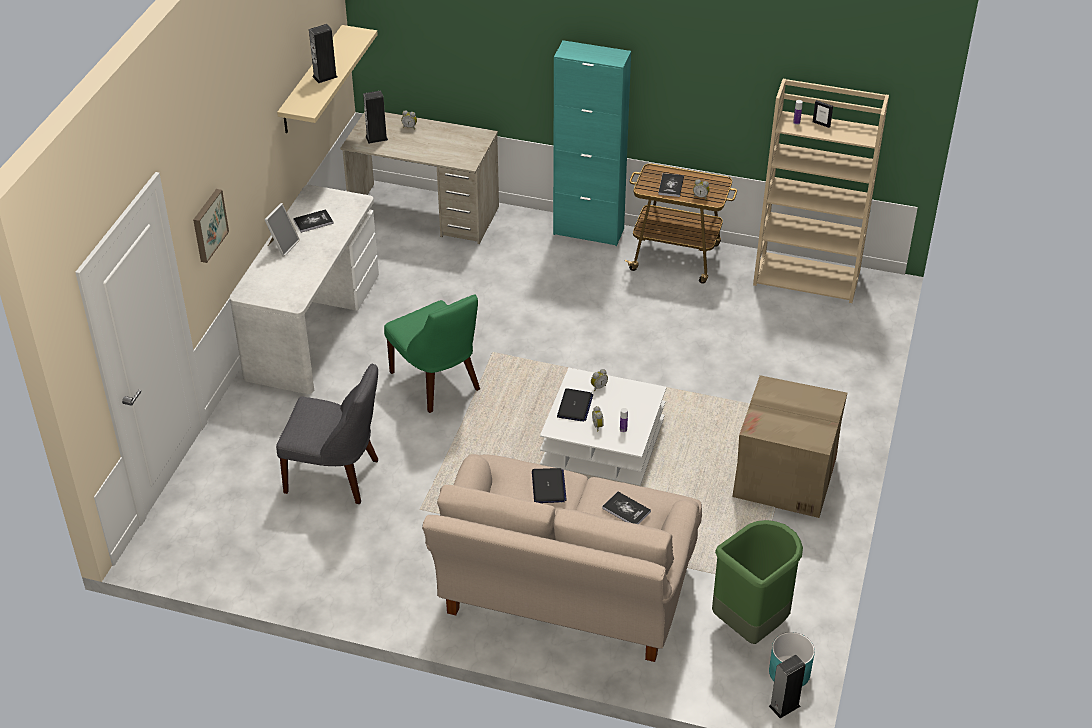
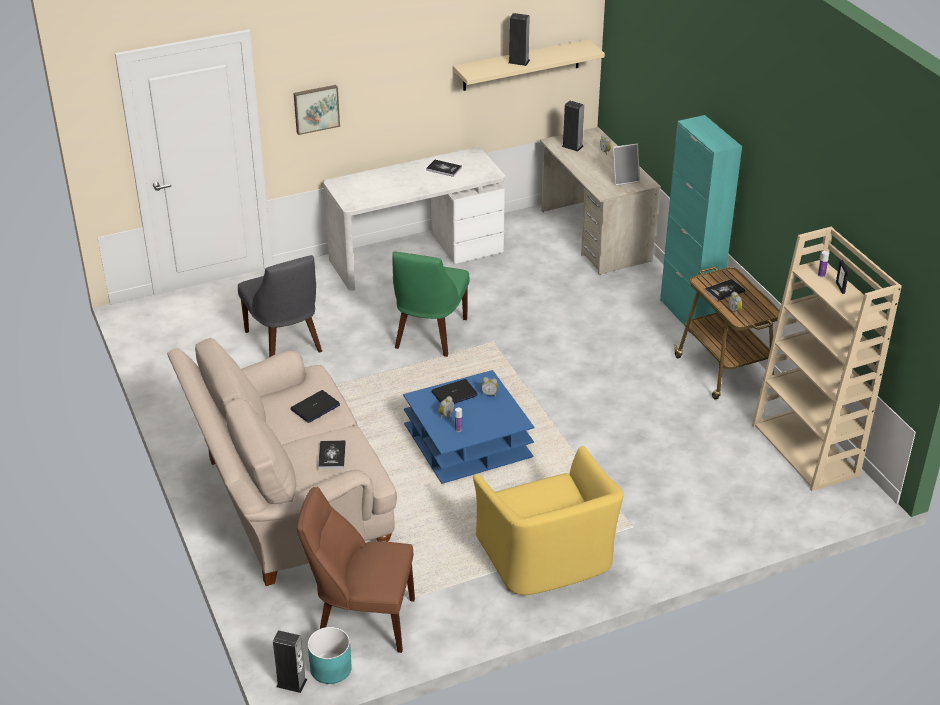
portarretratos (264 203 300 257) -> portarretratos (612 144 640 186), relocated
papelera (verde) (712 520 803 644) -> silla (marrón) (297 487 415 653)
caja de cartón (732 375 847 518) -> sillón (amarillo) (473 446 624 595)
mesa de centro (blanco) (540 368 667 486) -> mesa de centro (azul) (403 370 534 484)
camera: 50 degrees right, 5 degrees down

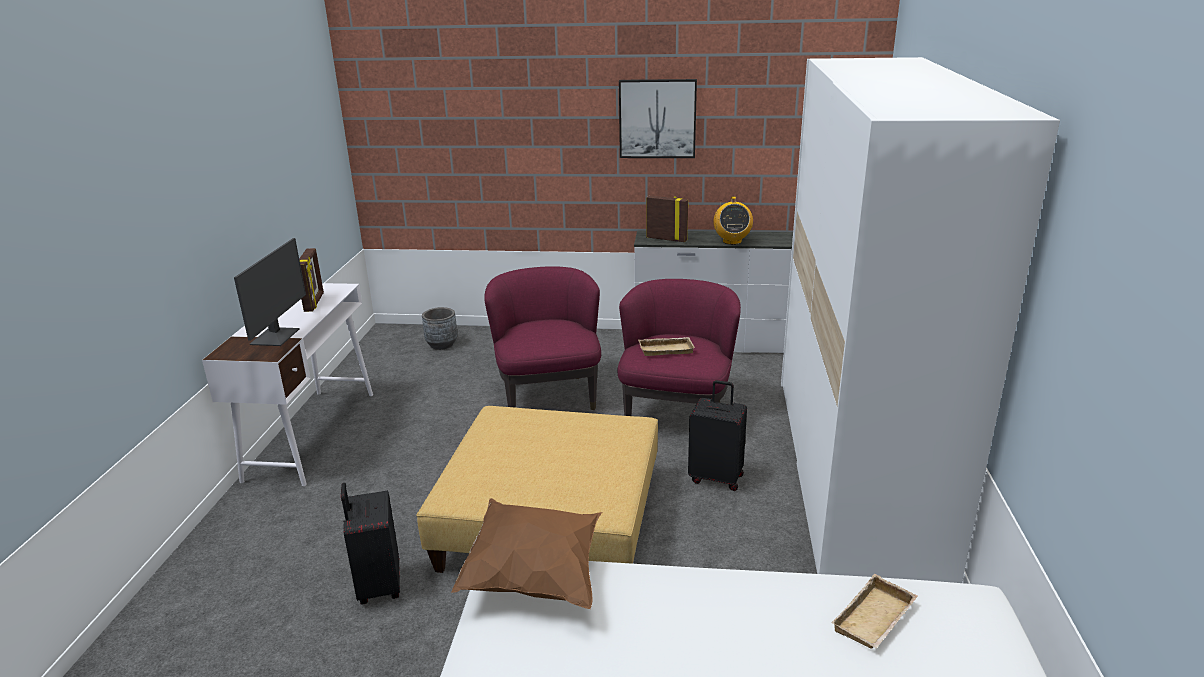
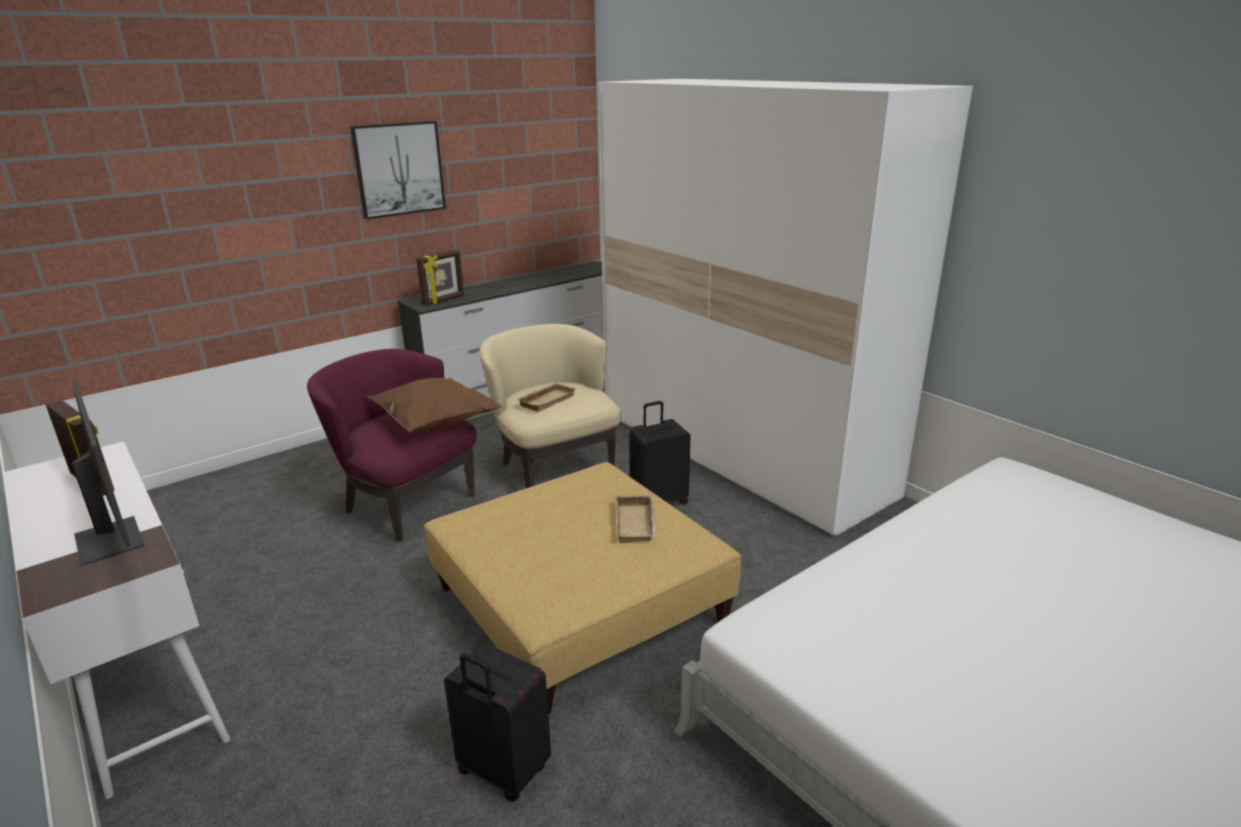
maceta (gris) (422 307 458 350) -> none
radio (713 197 753 245) -> none
cojín (marrón) (451 498 602 609) -> cojín (marrón) (367 378 502 432), relocated
bandeja (beis) (832 574 917 649) -> bandeja (beis) (615 495 657 543), relocated
sillón (morado) (617 279 741 416) -> sillón (beis) (480 324 621 488)
portarretratos (646 195 688 242) -> portarretratos (416 250 464 306), 150 degrees clockwise
camera: 45 degrees left, 0 degrees up

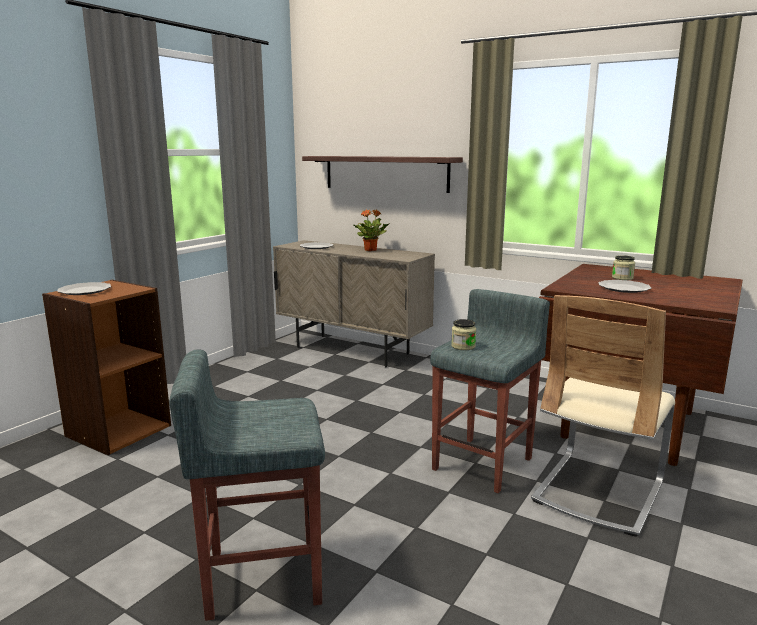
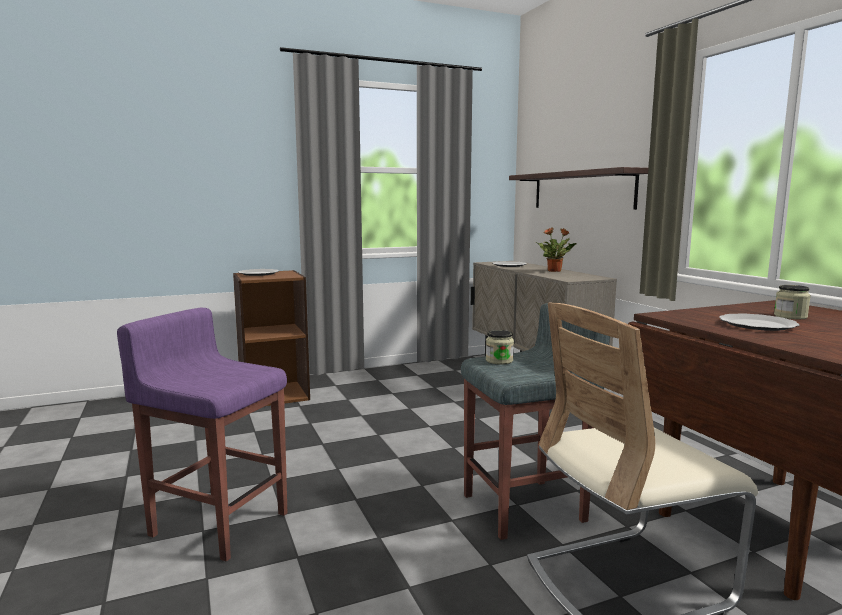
taburete (gris) (170 349 325 621) -> taburete (morado) (117 308 287 562)
camera: 35 degrees right, 5 degrees down

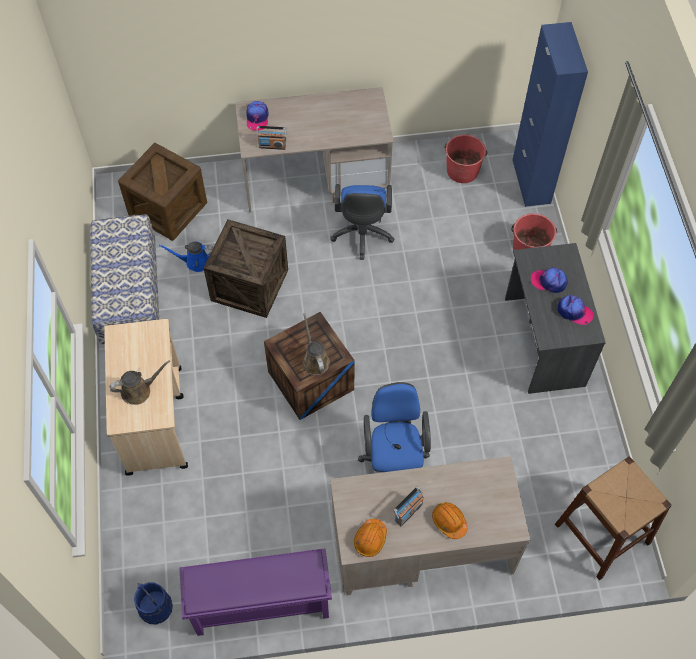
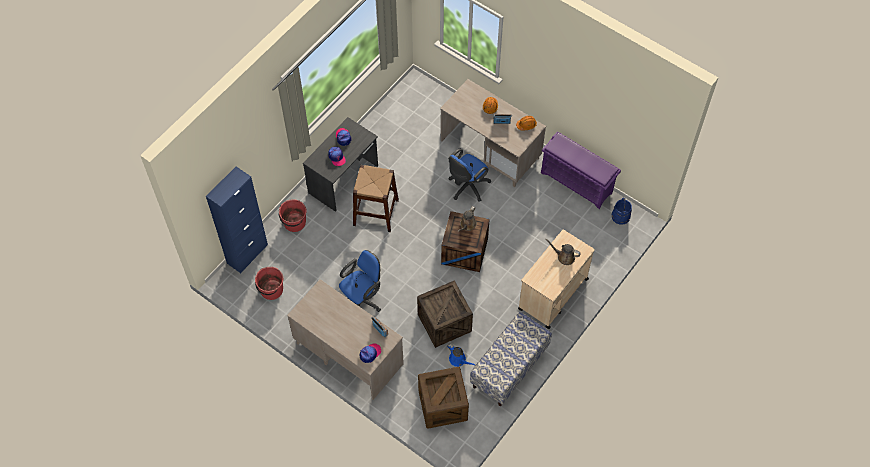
taburete (marrón) (555 456 672 580) -> taburete (marrón) (353 165 399 232), relocated
camera: 135 degrees left, 0 degrees up

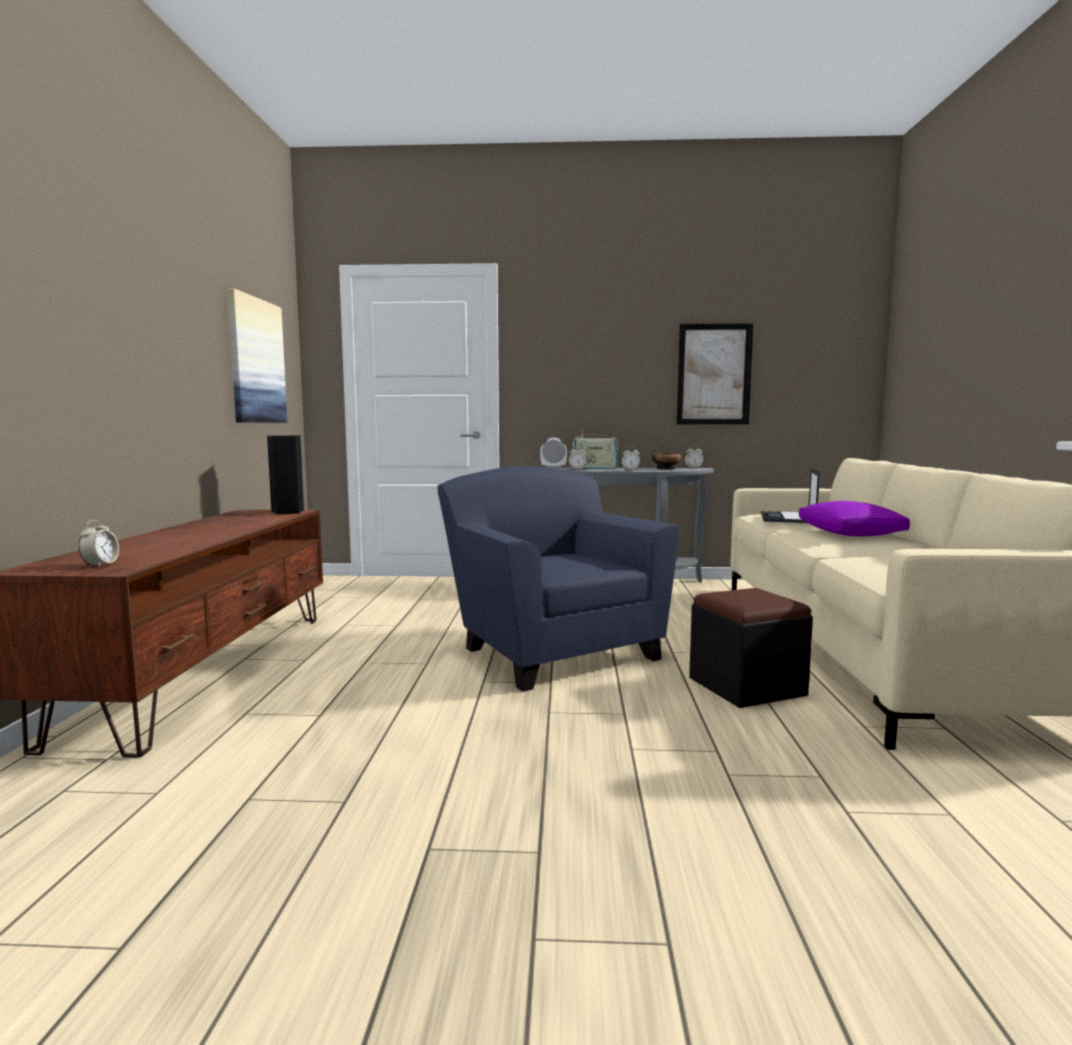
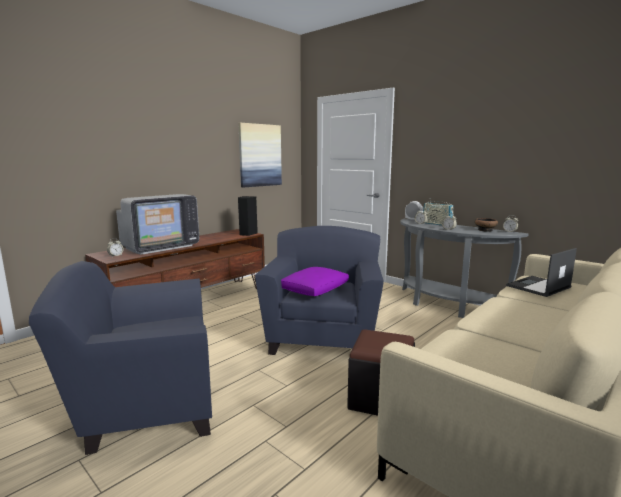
cuadro (677 323 754 424) -> none
none -> sillón (azul) (29 261 212 455)
none -> televisor (116 194 199 254)
cojín (morado) (799 501 910 536) -> cojín (morado) (281 267 349 296), relocated
camera: 40 degrees right, 5 degrees up

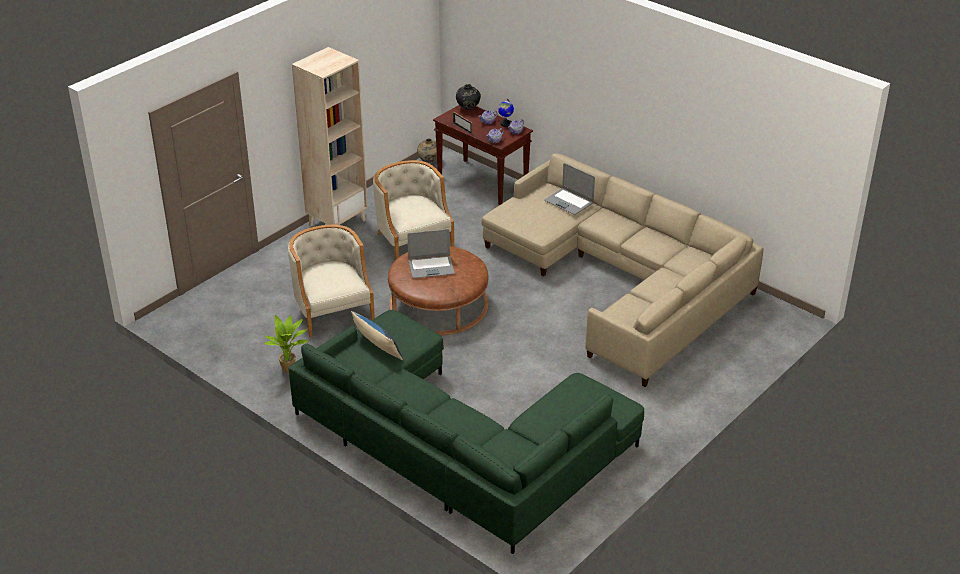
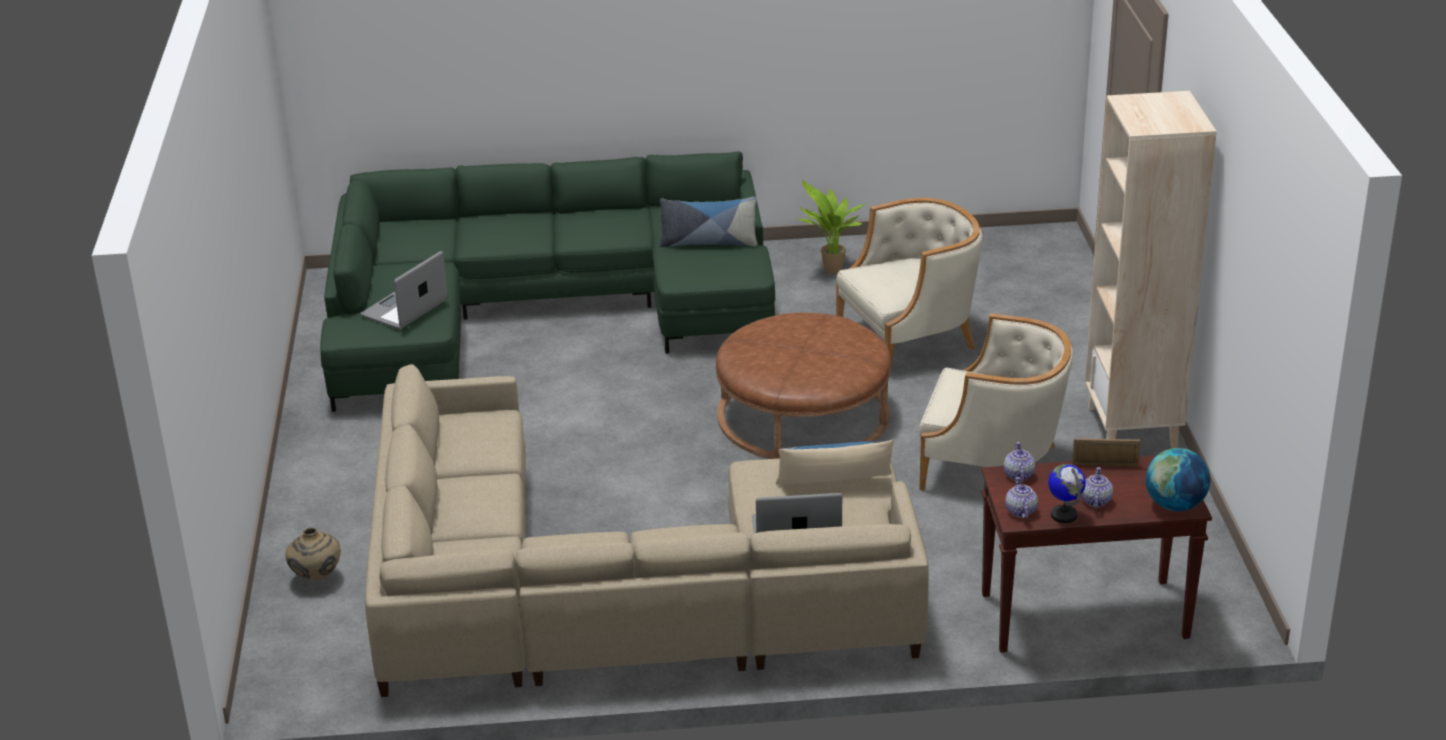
none -> cojín (776 439 894 485)
portátil (407 229 455 278) -> portátil (361 251 448 329), relocated
florero (beis) (417 139 437 163) -> florero (beis) (286 528 341 580), relocated
florero (negro) (456 84 481 110) -> globo terráqueo (1146 448 1210 511)
sillón (beis) (288 225 375 338) -> sillón (beis) (836 198 983 375), 45 degrees counterclockwise
camera: 135 degrees right, 5 degrees down

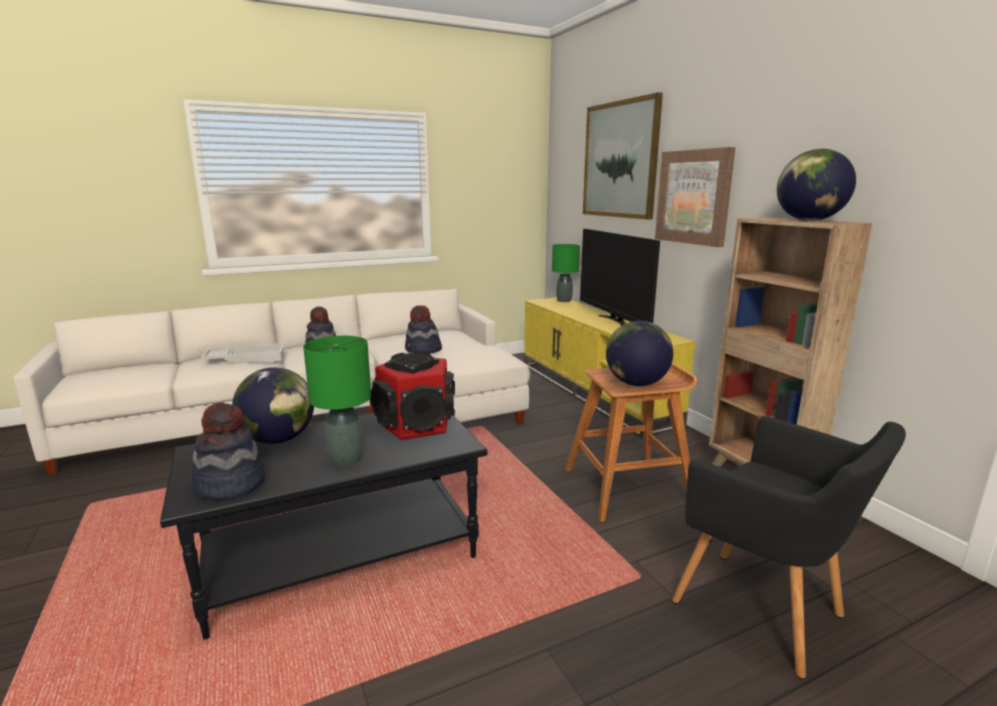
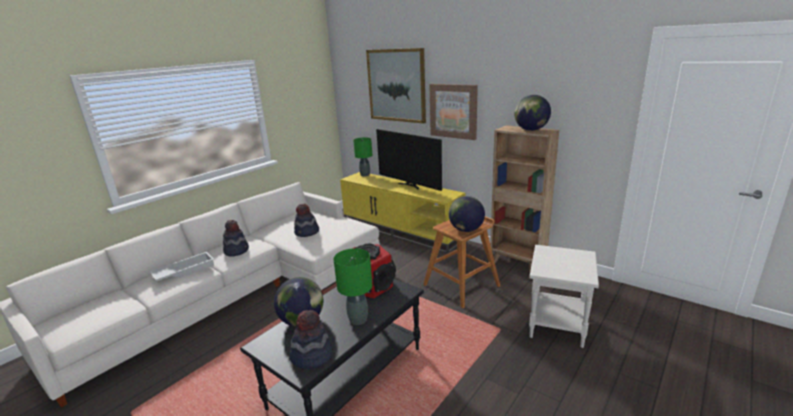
sillón (negro) (672 416 906 679) -> mesa auxiliar (blanco) (529 245 599 348)
camera: 25 degrees left, 5 degrees up

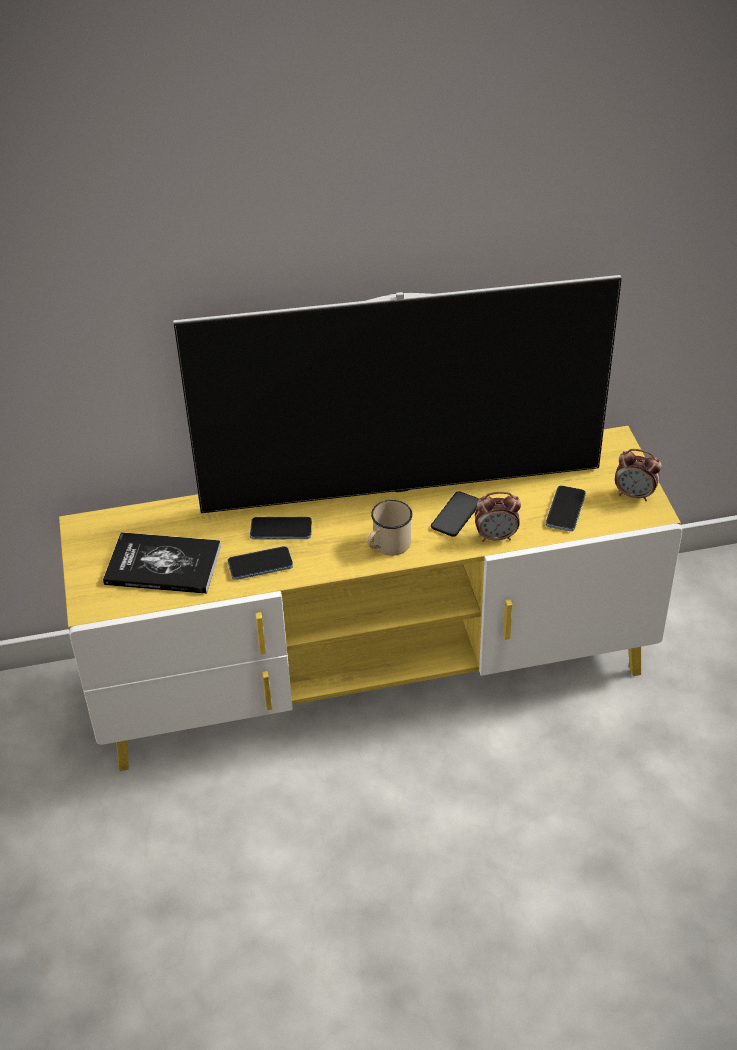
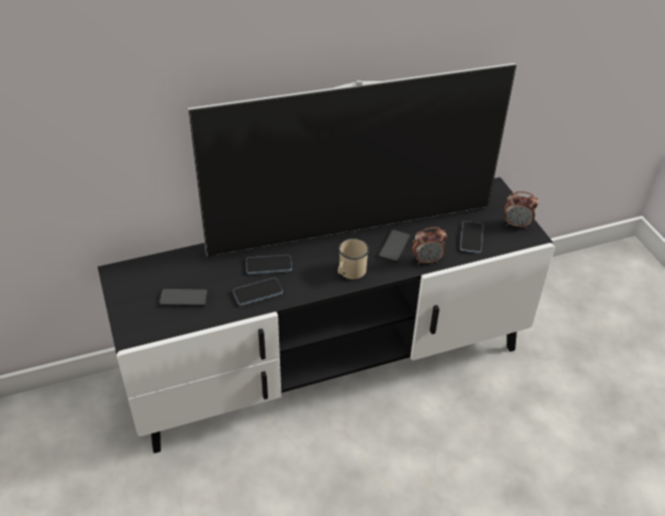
libro (103 532 221 594) -> móvil (159 288 208 306)
mueble de televisión (amarillo) (59 426 682 771) -> mueble de televisión (negro) (98 177 555 453)
camera: 10 degrees left, 0 degrees up

